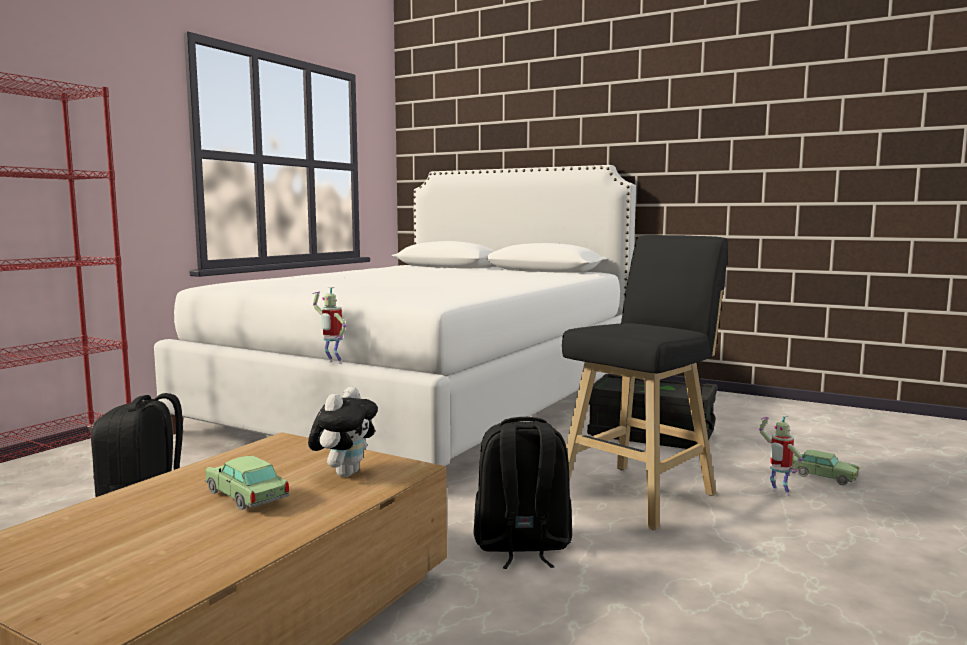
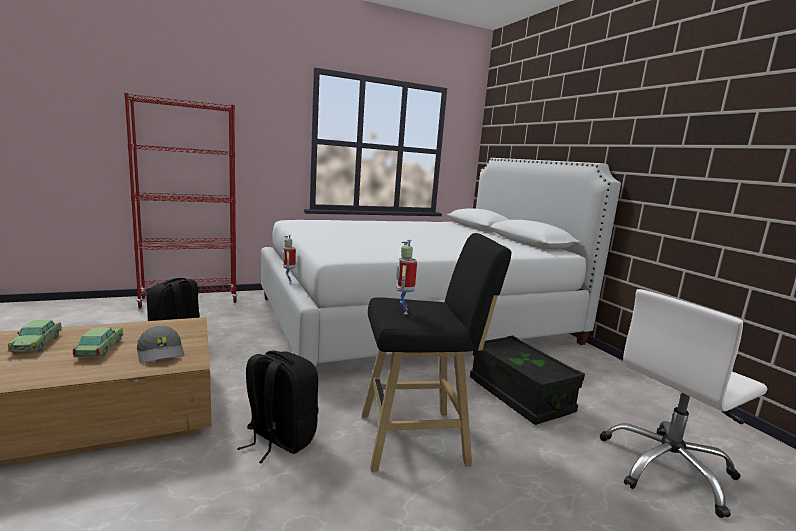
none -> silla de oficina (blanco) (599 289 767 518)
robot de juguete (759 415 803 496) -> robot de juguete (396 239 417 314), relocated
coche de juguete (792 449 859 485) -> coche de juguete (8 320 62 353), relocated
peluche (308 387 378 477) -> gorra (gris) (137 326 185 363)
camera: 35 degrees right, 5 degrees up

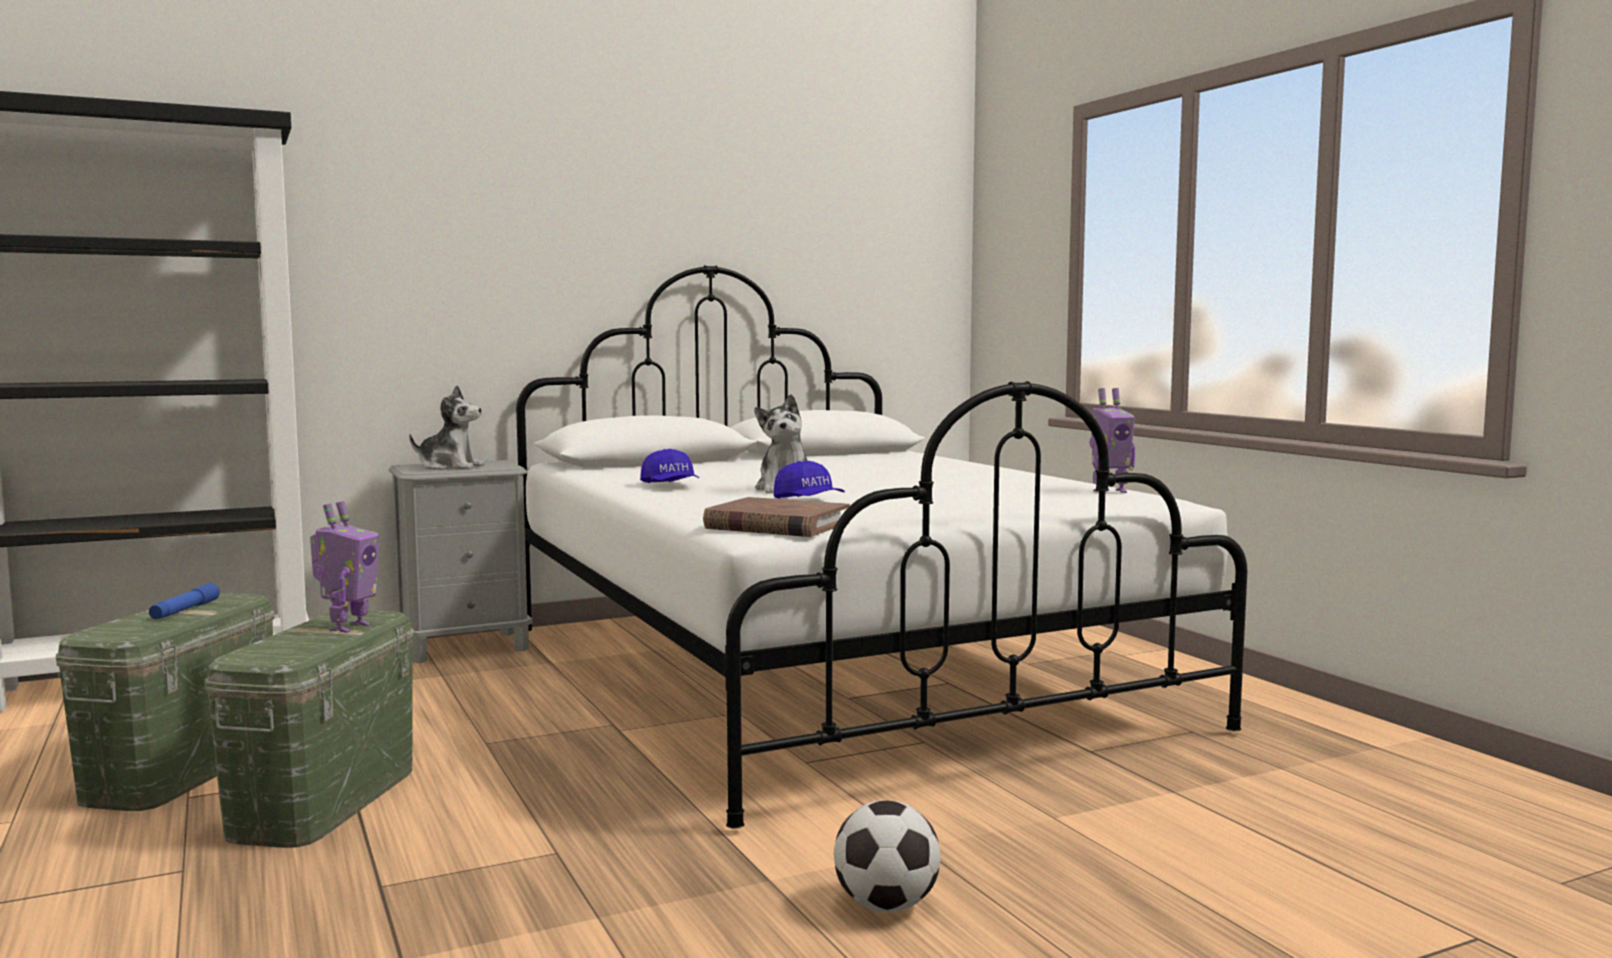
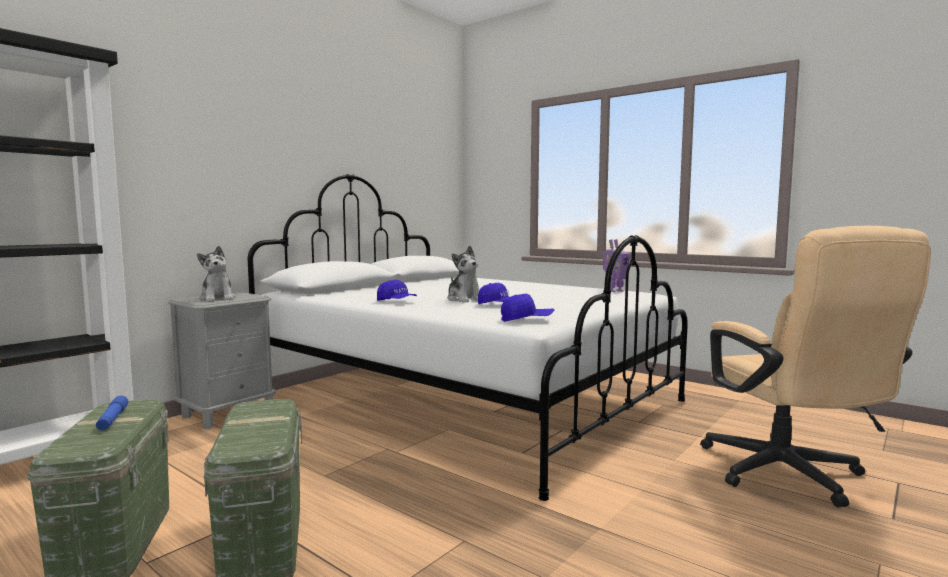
robot de juguete (310 501 379 633) -> none
balón de fútbol (834 801 941 912) -> none
none -> silla de oficina (beis) (700 226 931 507)
libro (marrón) (703 497 850 537) -> gorra (azul) (501 294 554 322)
peluche (409 385 485 470) -> peluche (197 246 236 301), 75 degrees clockwise
camera: 25 degrees left, 0 degrees up

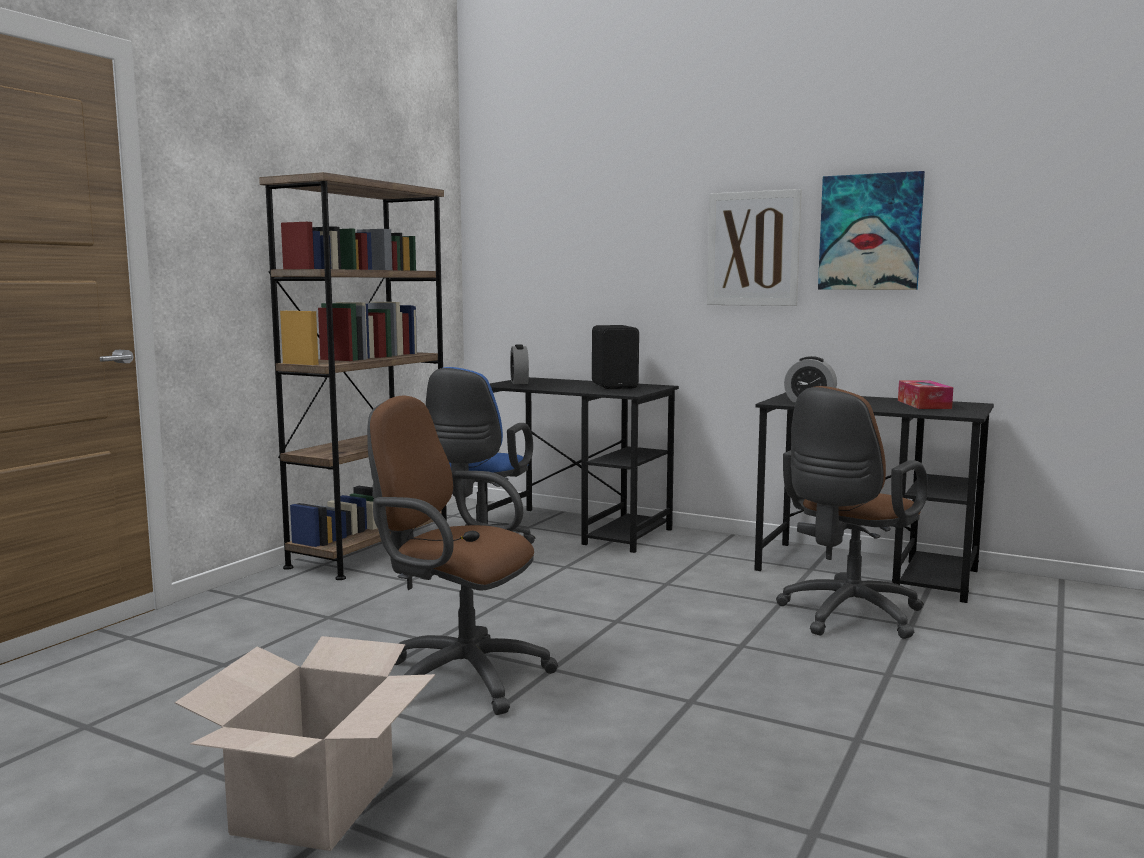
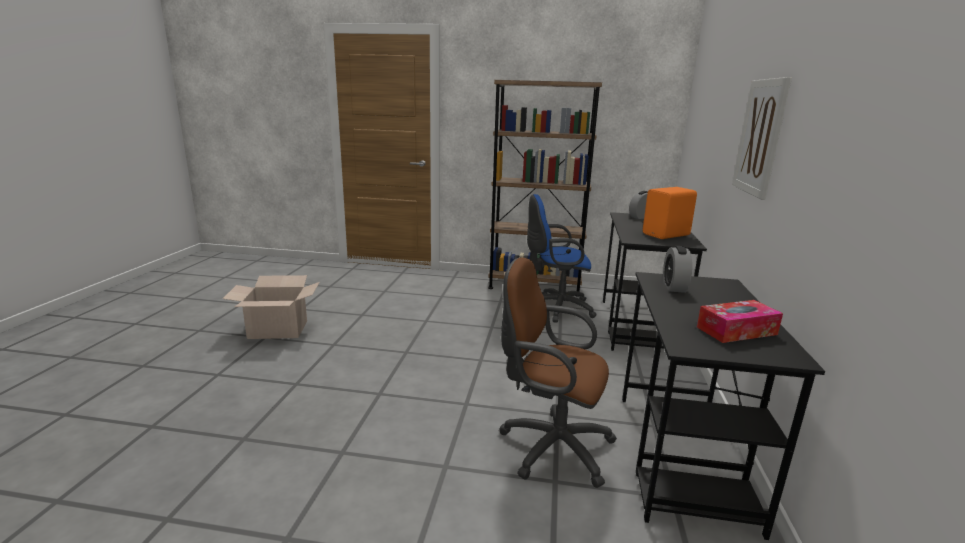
silla de oficina (marrón) (367 396 558 715) -> none
cuadro (818 171 925 290) -> none
altavoz (negro) (592 325 639 389) -> altavoz (naranja) (643 187 697 239)
camera: 70 degrees right, 10 degrees up

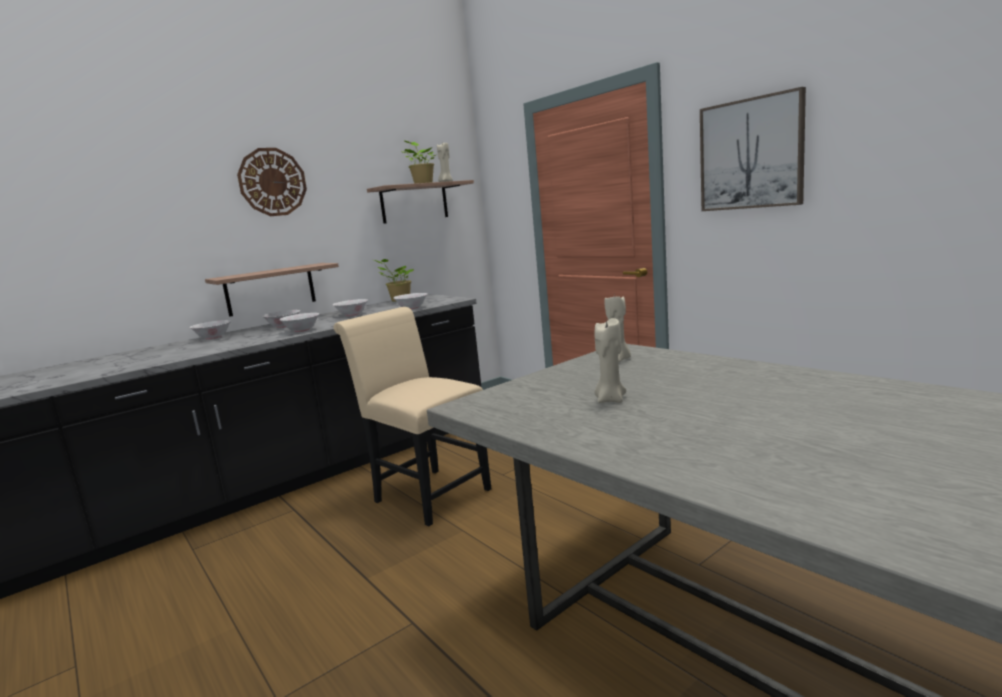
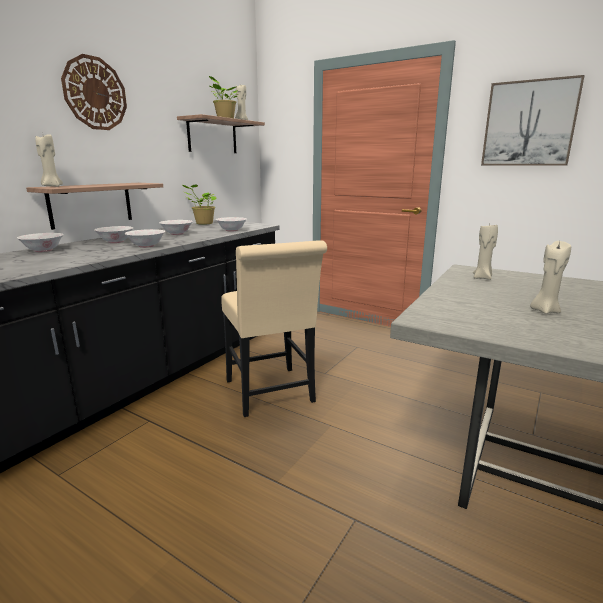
none -> vela (beis) (35 134 63 187)
silla (beis) (333 307 492 526) -> silla (beis) (221 240 327 417), 135 degrees counterclockwise
camera: 20 degrees left, 5 degrees up

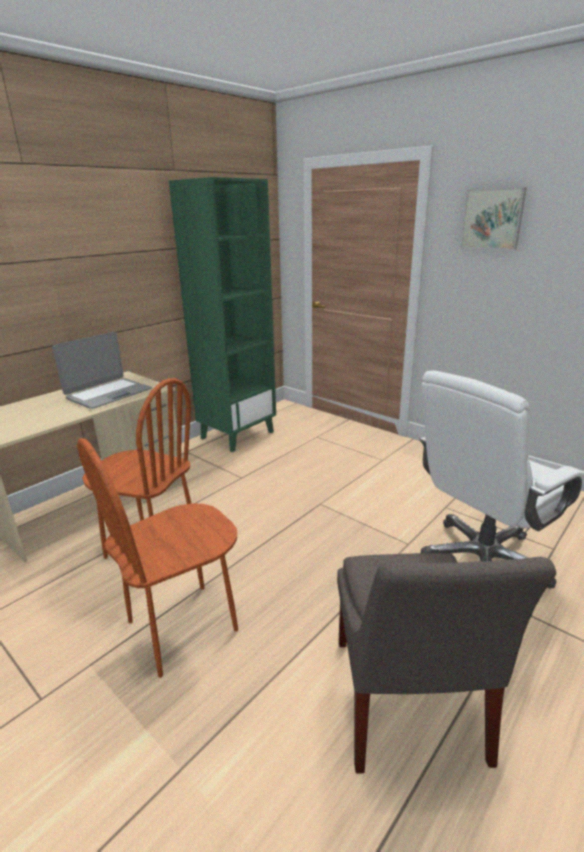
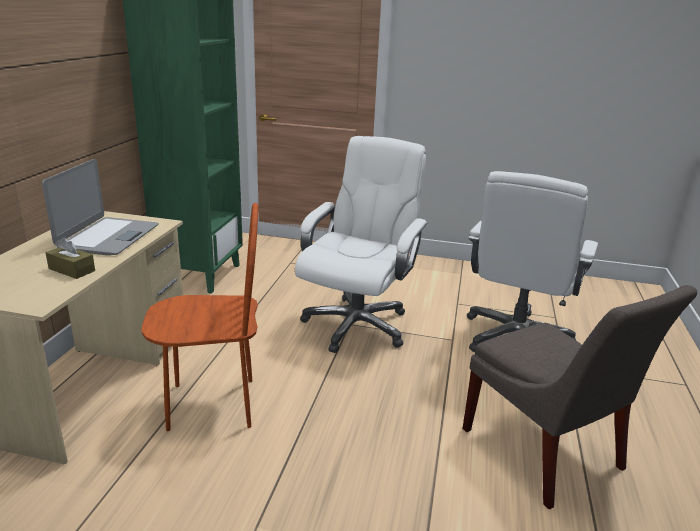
silla (marrón) (77 438 238 678) -> none
cuadro (460 187 527 250) -> none
none -> caja de pañuelos (marrón) (46 237 95 279)
none -> silla de oficina (blanco) (295 136 428 353)
camera: 30 degrees left, 0 degrees up

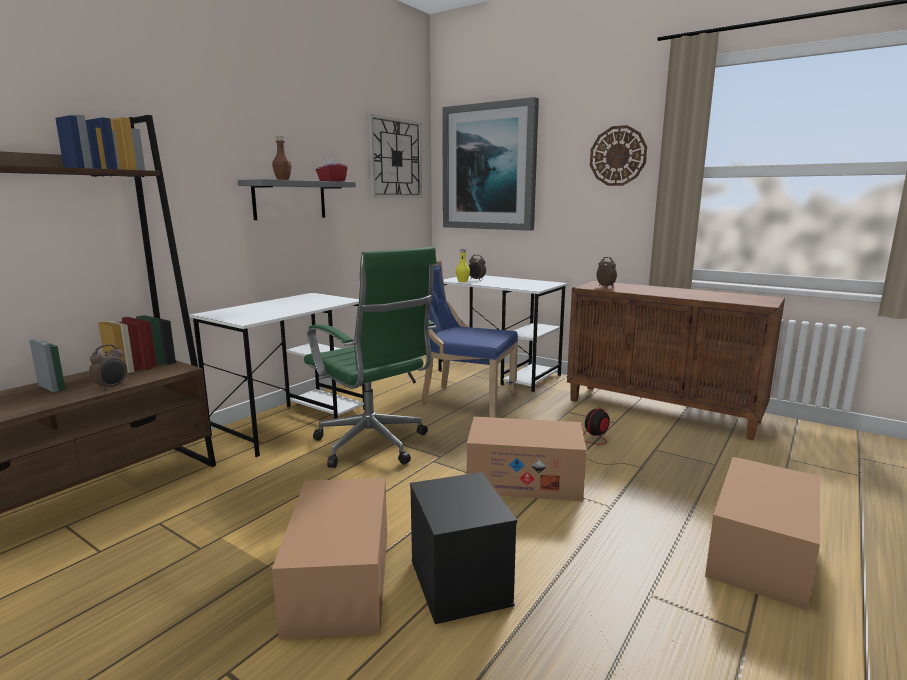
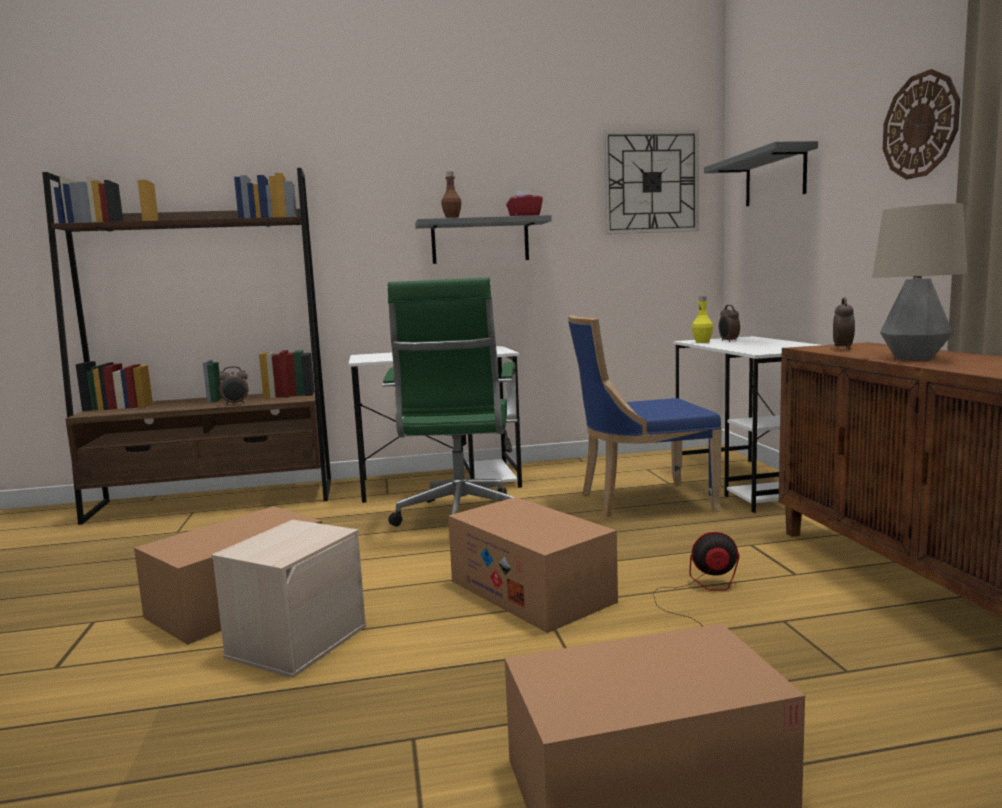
none -> lámpara de mesa (872 203 967 360)
cuadro (442 97 539 231) -> estante (gris) (704 141 818 206)
caja de almacenaje (negro) (410 472 517 624) -> caja de almacenaje (beis) (211 520 366 678)
silla (azul) (421 261 518 418) -> silla (azul) (568 315 722 518), 75 degrees counterclockwise
camera: 45 degrees right, 5 degrees down

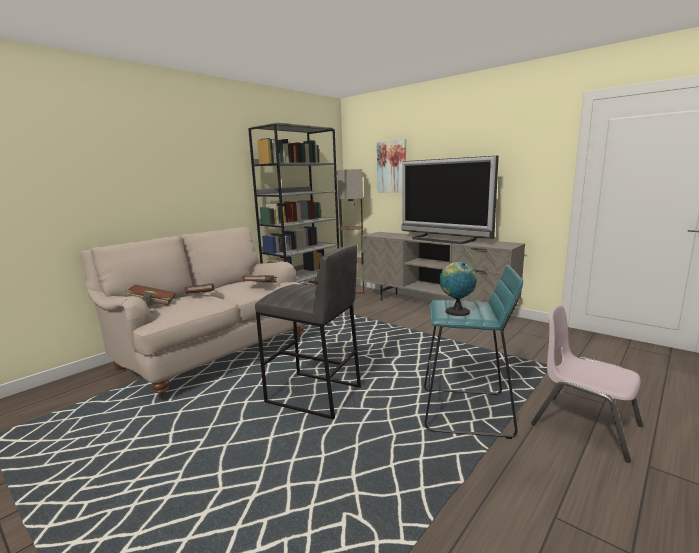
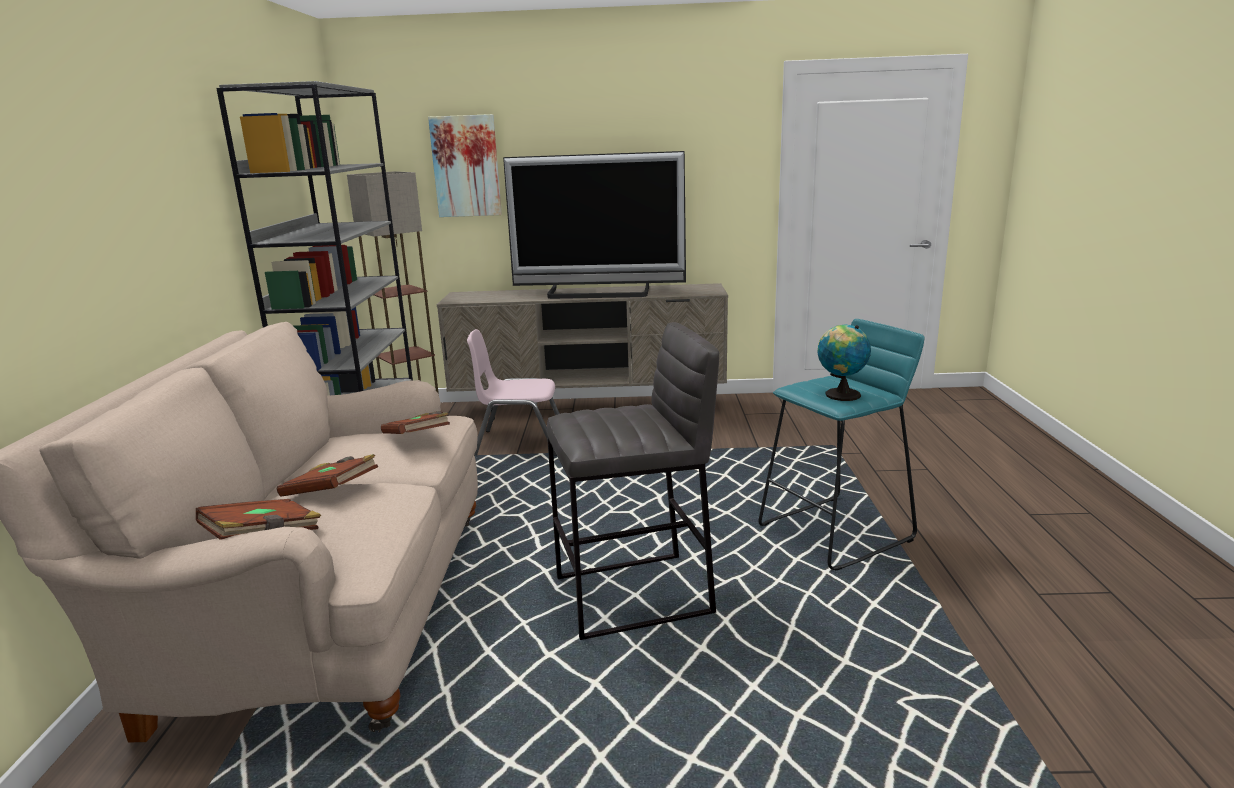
silla (rosa) (531 305 643 463) -> silla (rosa) (467 329 560 456), relocated
camera: 40 degrees left, 5 degrees up

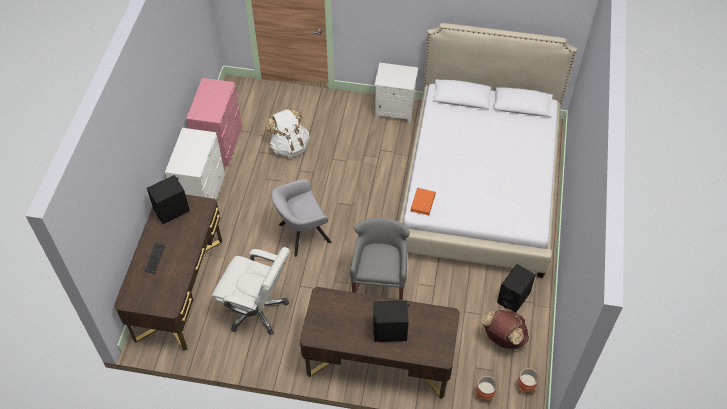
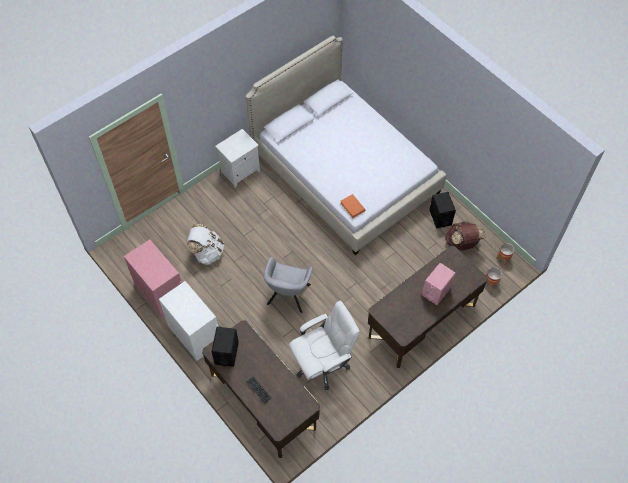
taburete (gris) (350 218 410 300) -> none
altavoz (negro) (373 301 410 342) -> altavoz (rosa) (422 263 456 305)
camera: 50 degrees left, 5 degrees up

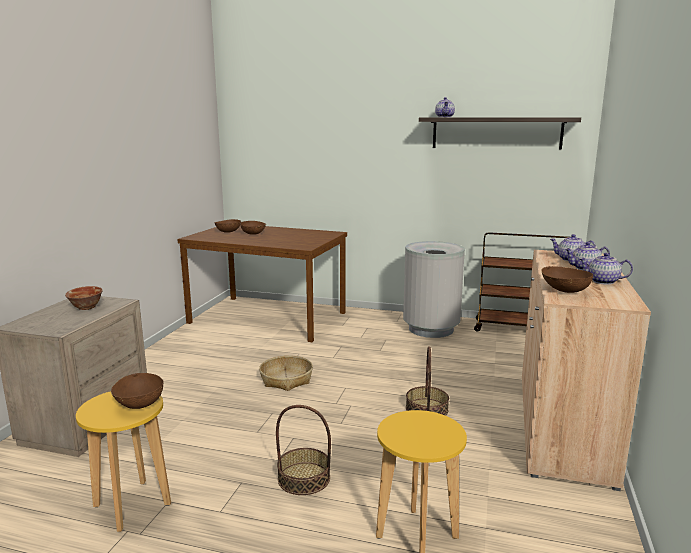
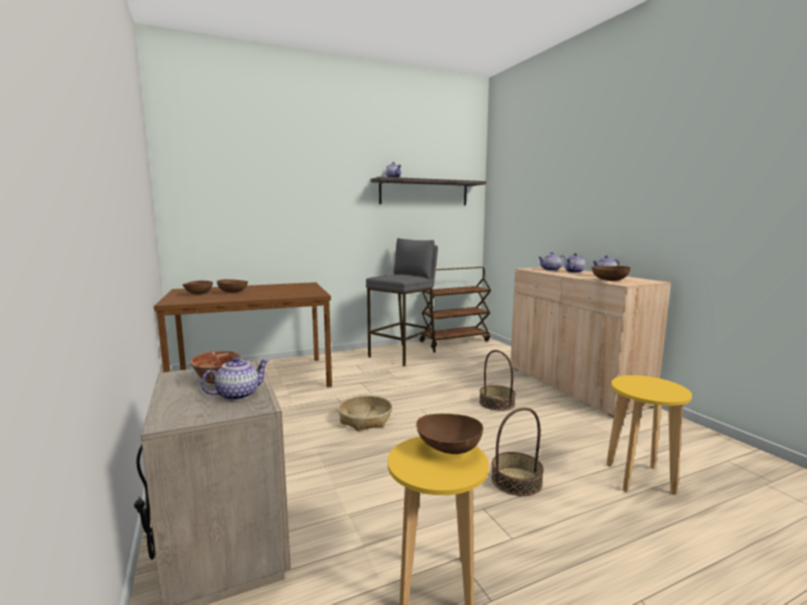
none -> tetera (201 357 269 401)
papelera (gris) (403 241 465 338) -> taburete (gris) (366 238 438 366)
camera: 40 degrees left, 5 degrees down

